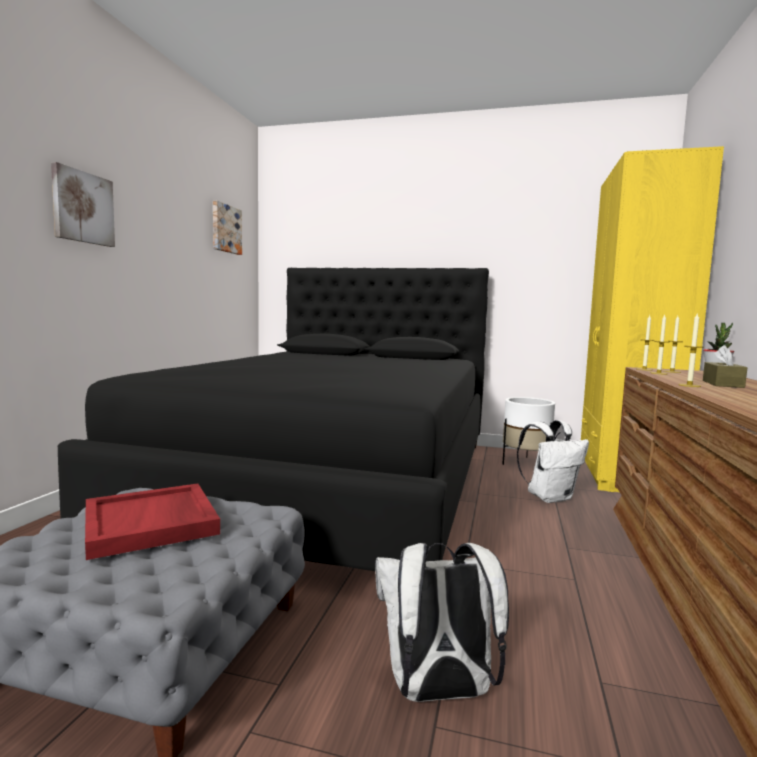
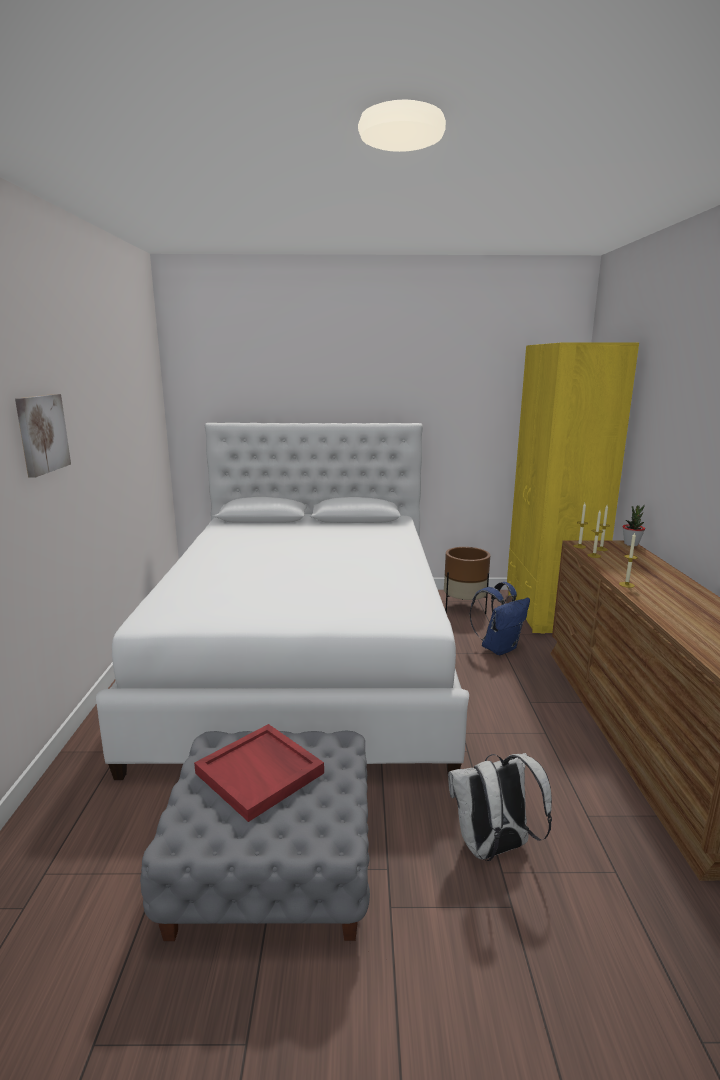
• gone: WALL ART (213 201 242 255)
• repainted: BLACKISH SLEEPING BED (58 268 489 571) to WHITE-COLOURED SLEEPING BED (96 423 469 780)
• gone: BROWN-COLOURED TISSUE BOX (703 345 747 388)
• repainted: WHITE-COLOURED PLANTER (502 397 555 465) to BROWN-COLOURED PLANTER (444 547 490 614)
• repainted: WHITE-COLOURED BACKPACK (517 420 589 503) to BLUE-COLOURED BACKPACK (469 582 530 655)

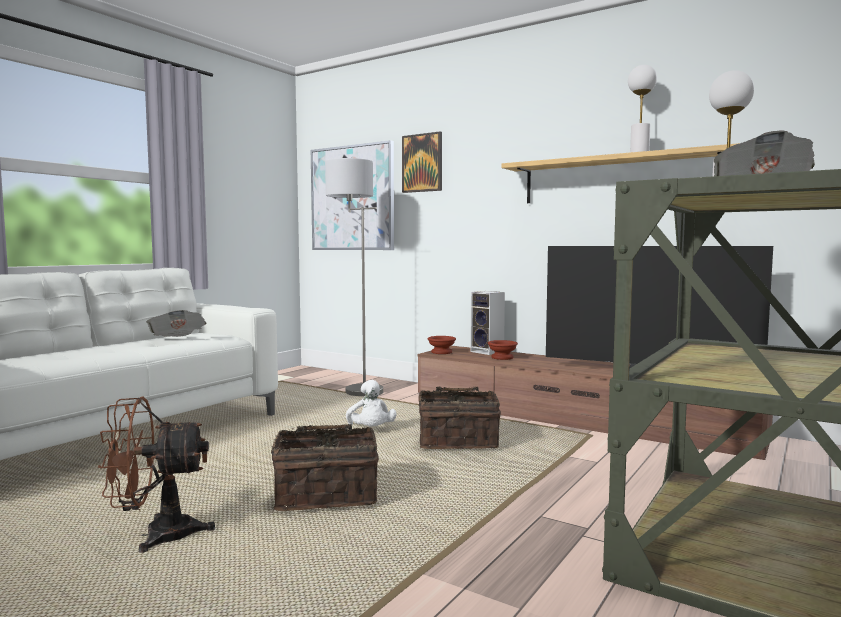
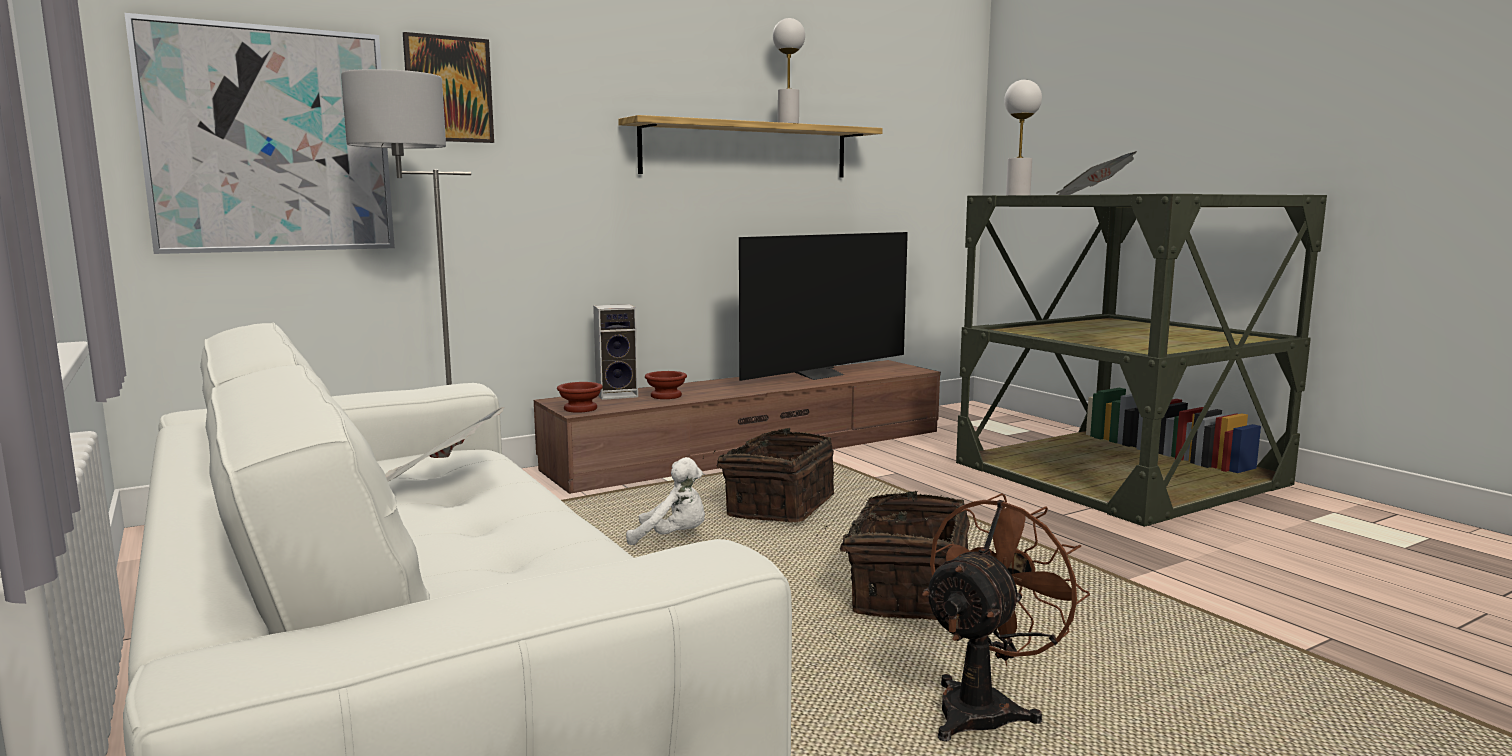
• rotated: BROWN-COLOURED FAN (98 396 215 553) = (922 493 1090 741) 150 degrees counterclockwise

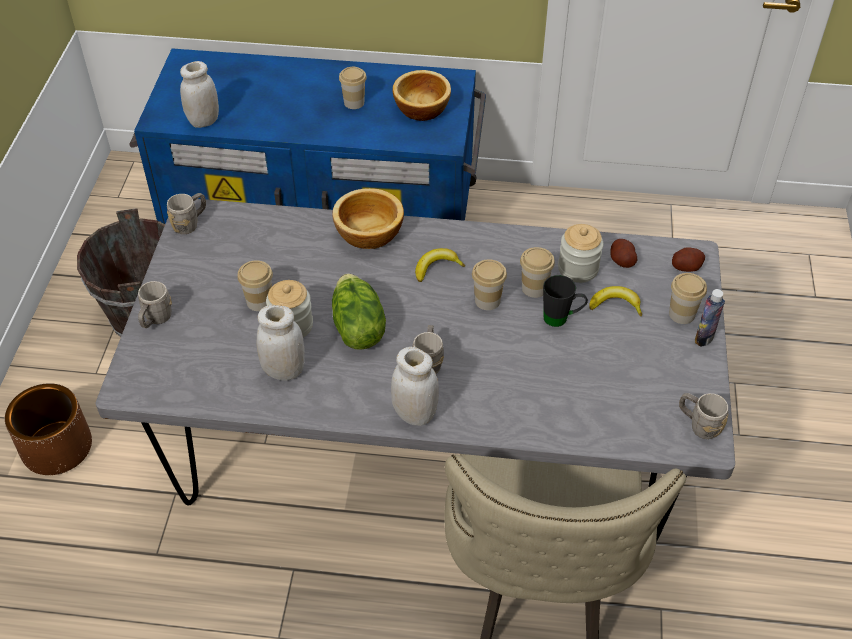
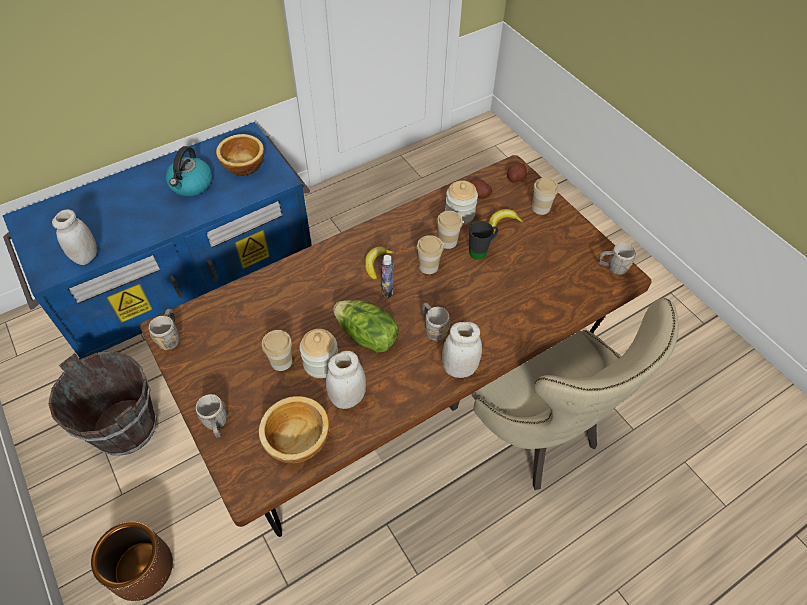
• swapped: DRINKING CUP (339 67 367 109) to KETTLE (166 146 212 196)
• shifted: DEEP DISH (332 188 404 249) to (259 396 329 464)
• repainted: GRAY KITCHEN TABLE (96 199 735 542) to BROWN-COLOURED KITCHEN TABLE (140 155 652 537)
• shifted: BEVERAGE BOTTLE (695 289 725 347) to (381 255 394 298)

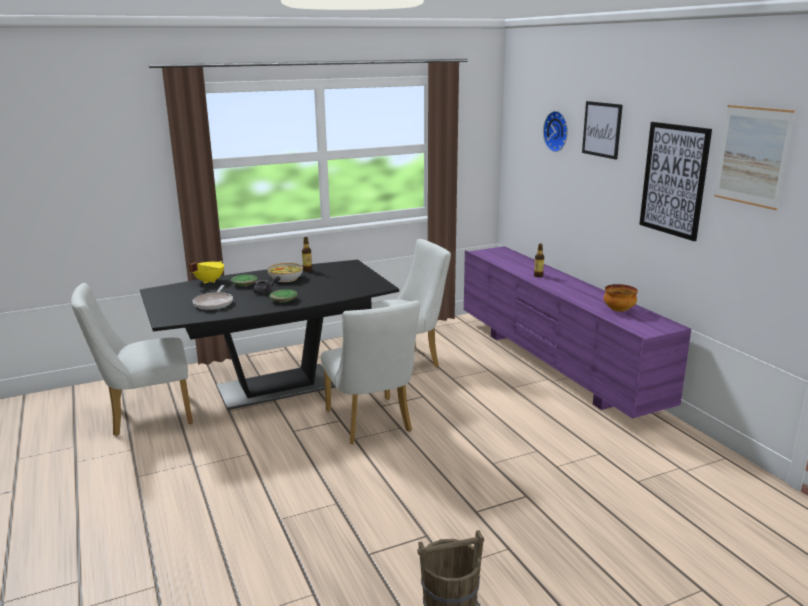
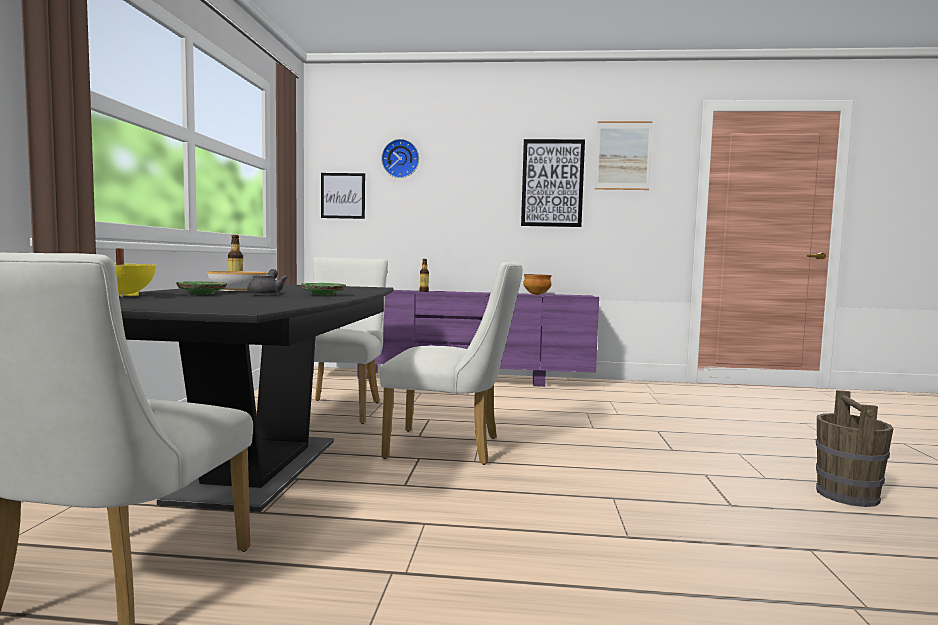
• shifted: WALL ART (582 101 623 160) to (321 173 365 219)
• gone: PAN (193 285 233 310)

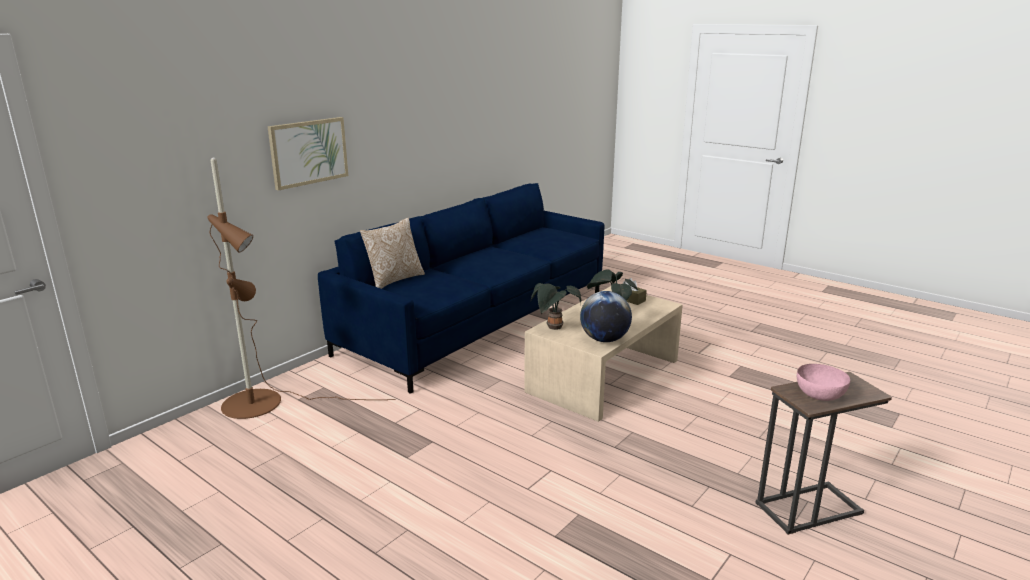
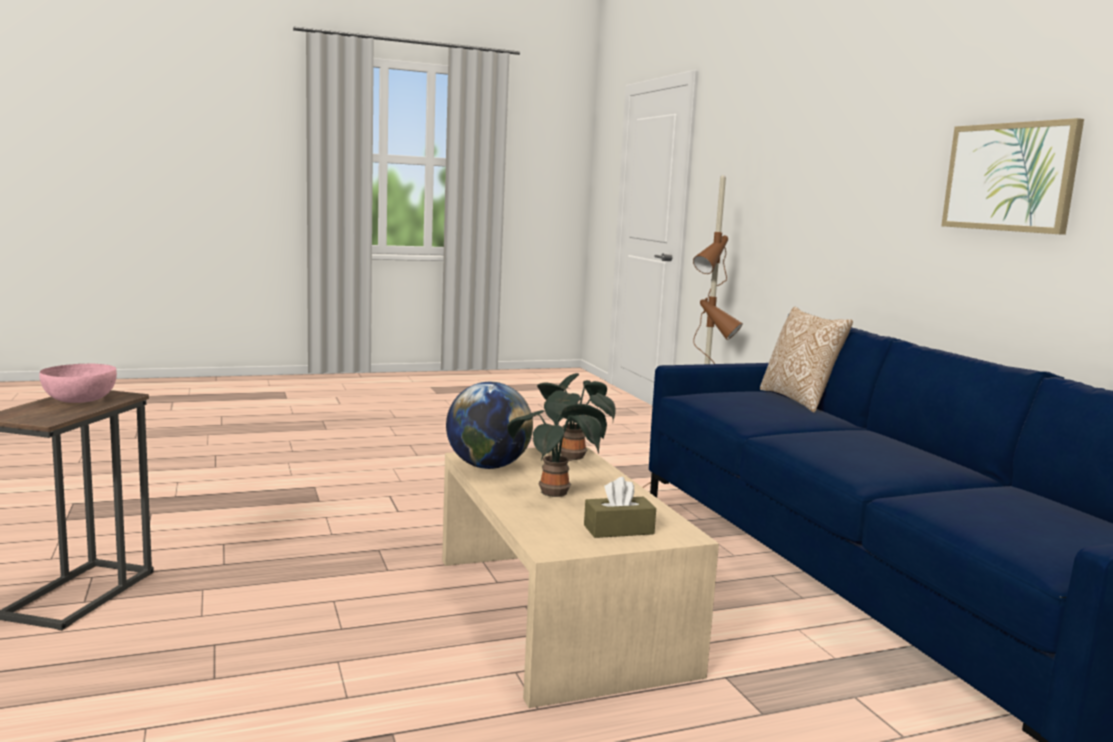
• shifted: WALL ART (267 117 348 191) to (941 118 1084 235)

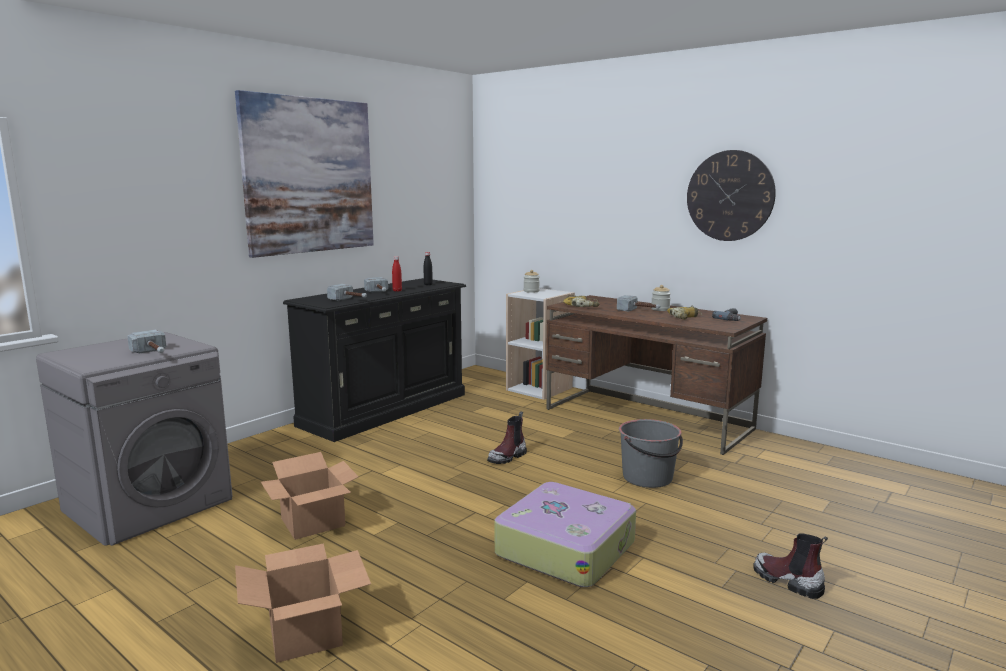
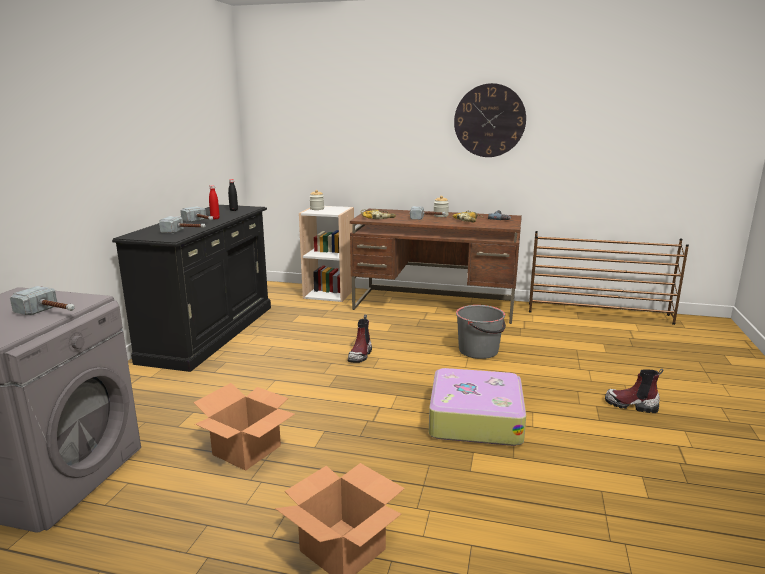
• gone: WALL ART (235 90 374 258)
• new: BROWN-COLOURED SHOE SHELF (529 231 689 325)

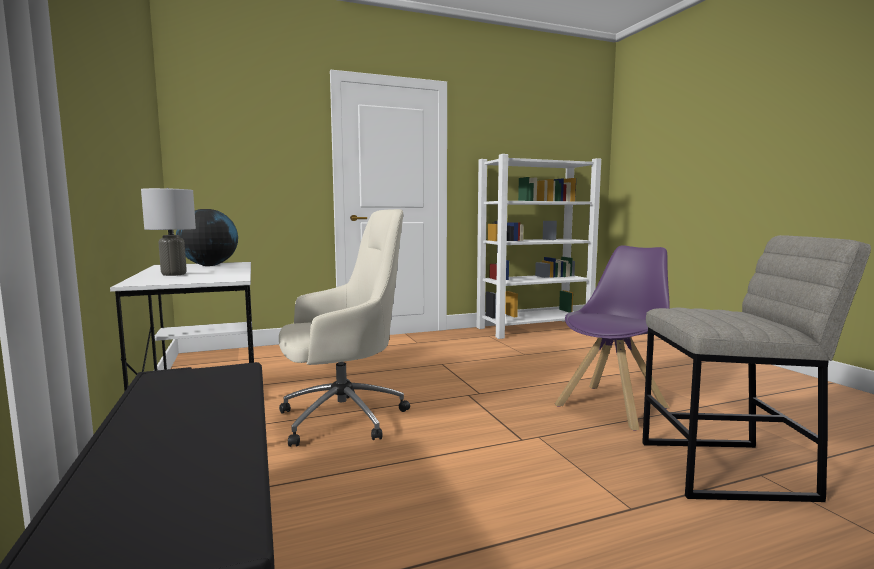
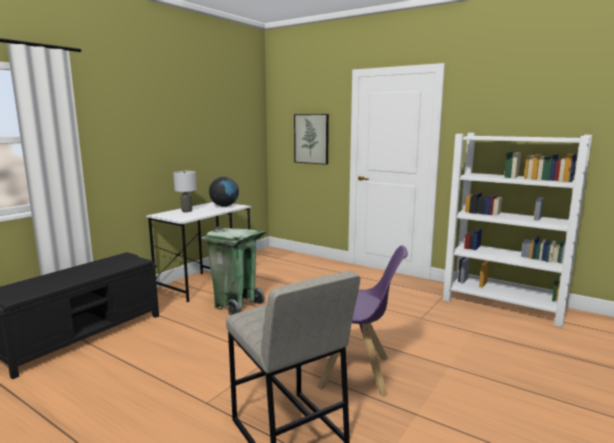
• swapped: SAND-COLOURED OFFICE CHAIR (279 209 410 447) to GREEN TRASH CAN (205 227 266 315)
• new: WALL ART (294 114 329 165)

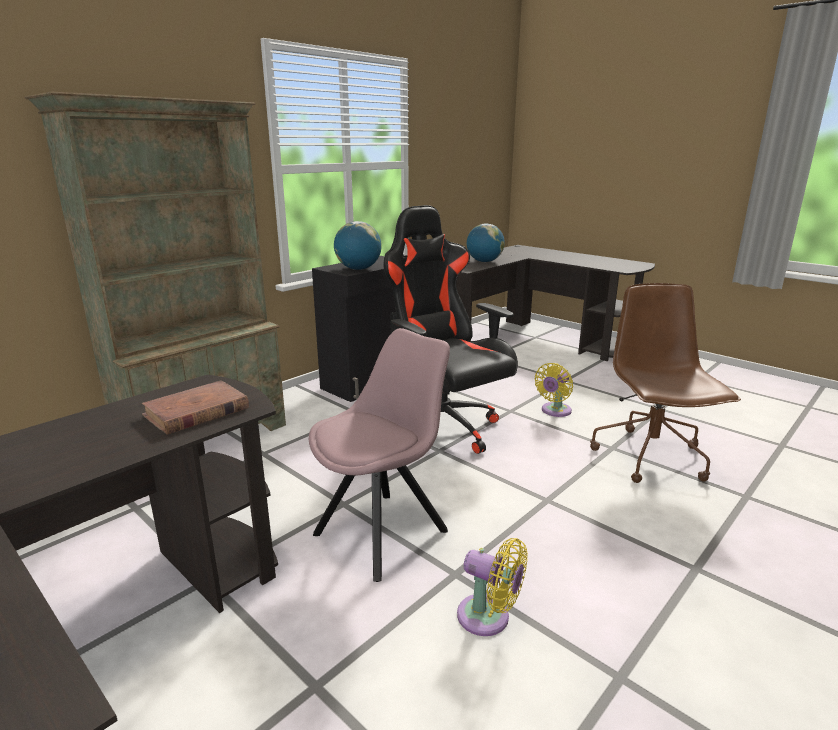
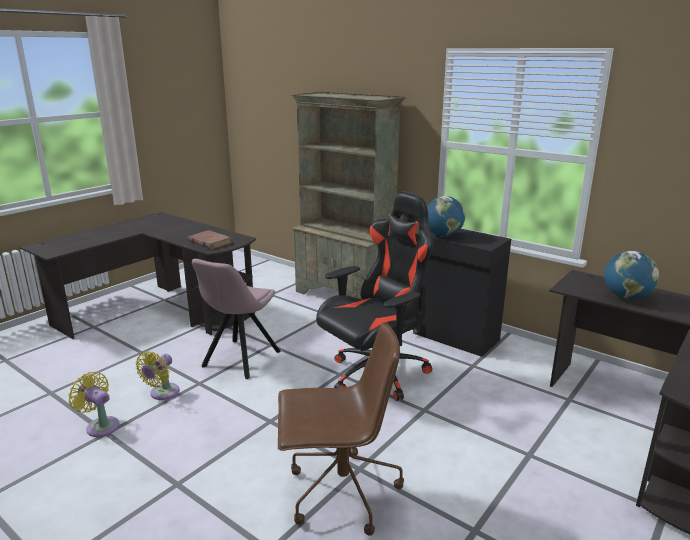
• rotated: PINKISH UPRIGHT CHAIR (309 328 450 582) = (192 259 281 379) 75 degrees clockwise
• shifted: YELLOW FAN (535 363 573 417) to (68 372 120 437)

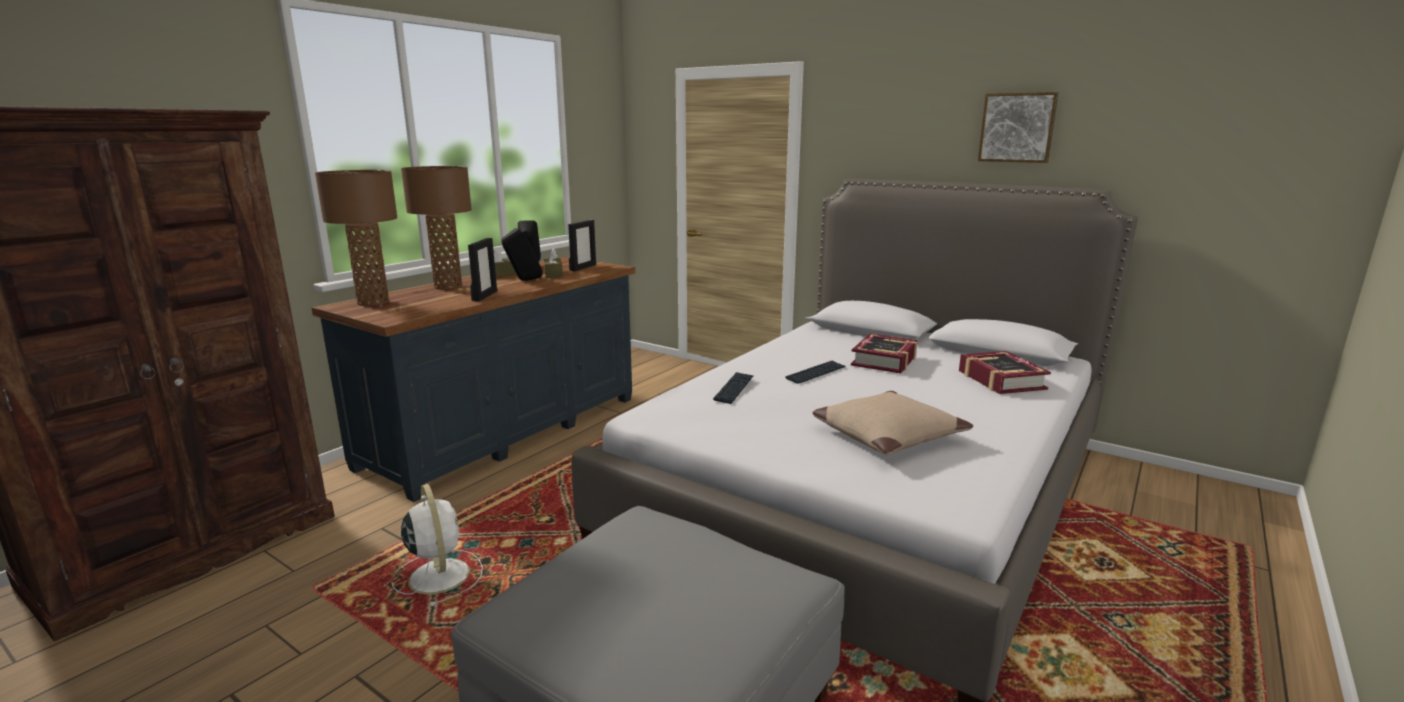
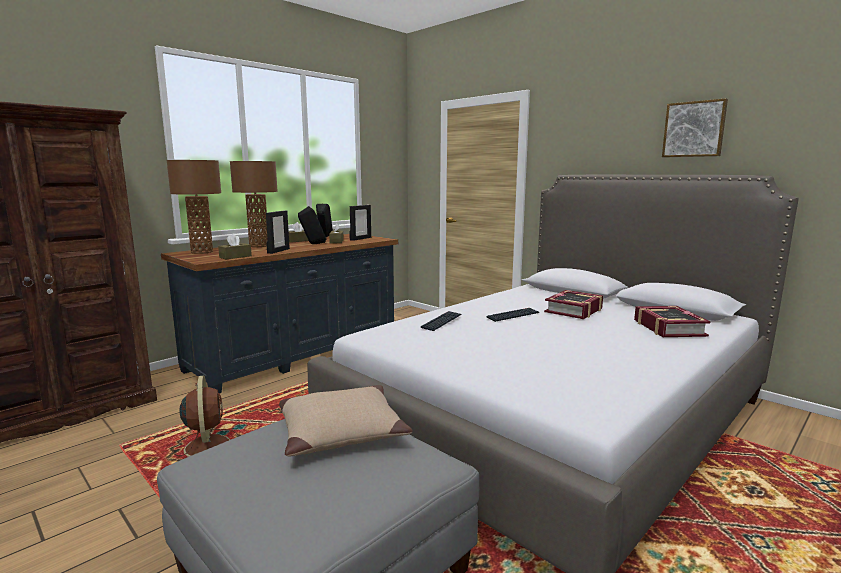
• shifted: SAND-COLOURED THROW PILLOW (812 391 973 455) to (279 385 413 457)
• repainted: WHITE-COLOURED FAN (392 484 483 606) to BROWN-COLOURED FAN (173 375 239 457)
• new: BROWN-COLOURED TISSUE BOX (218 234 252 259)

